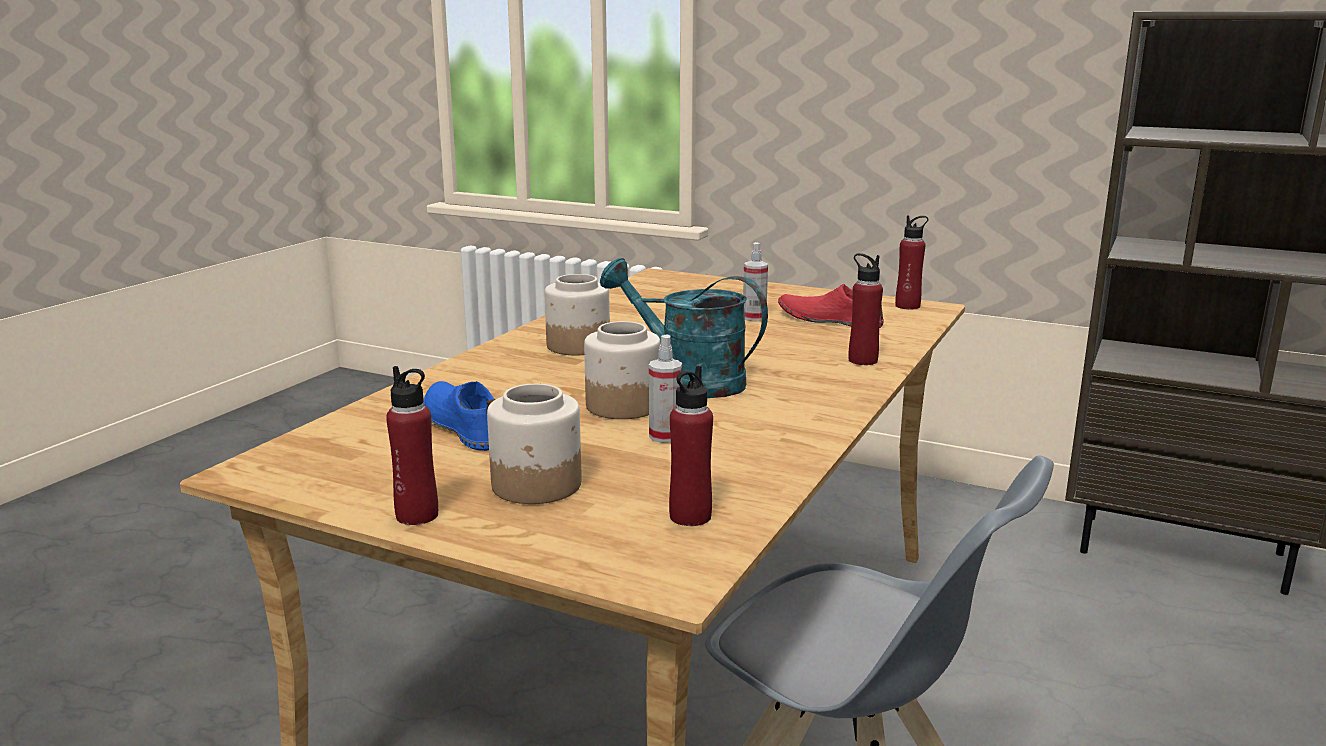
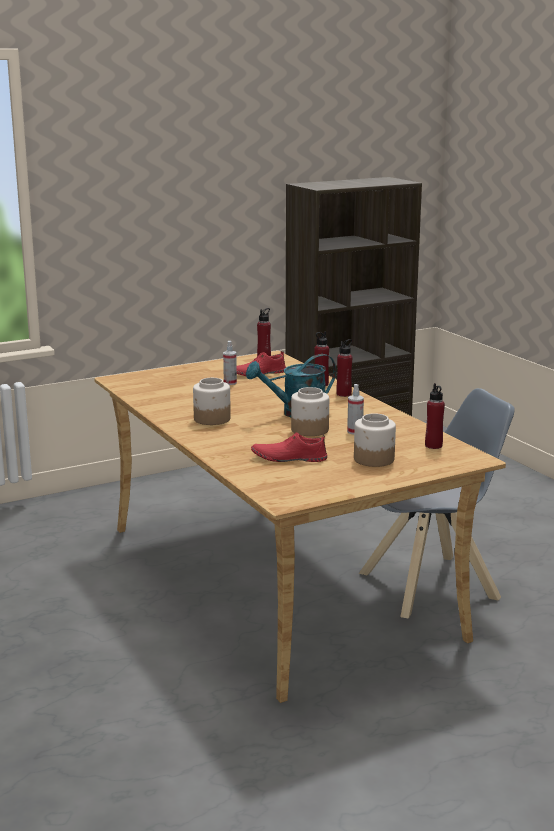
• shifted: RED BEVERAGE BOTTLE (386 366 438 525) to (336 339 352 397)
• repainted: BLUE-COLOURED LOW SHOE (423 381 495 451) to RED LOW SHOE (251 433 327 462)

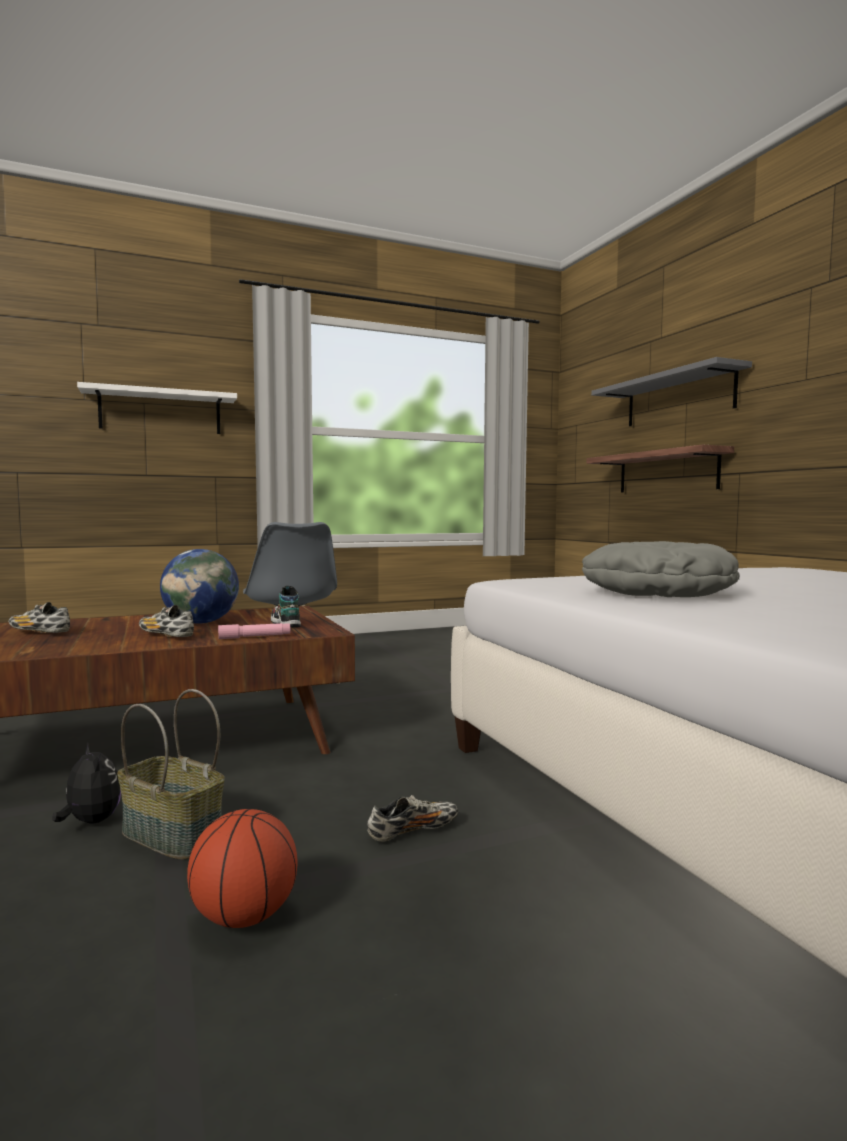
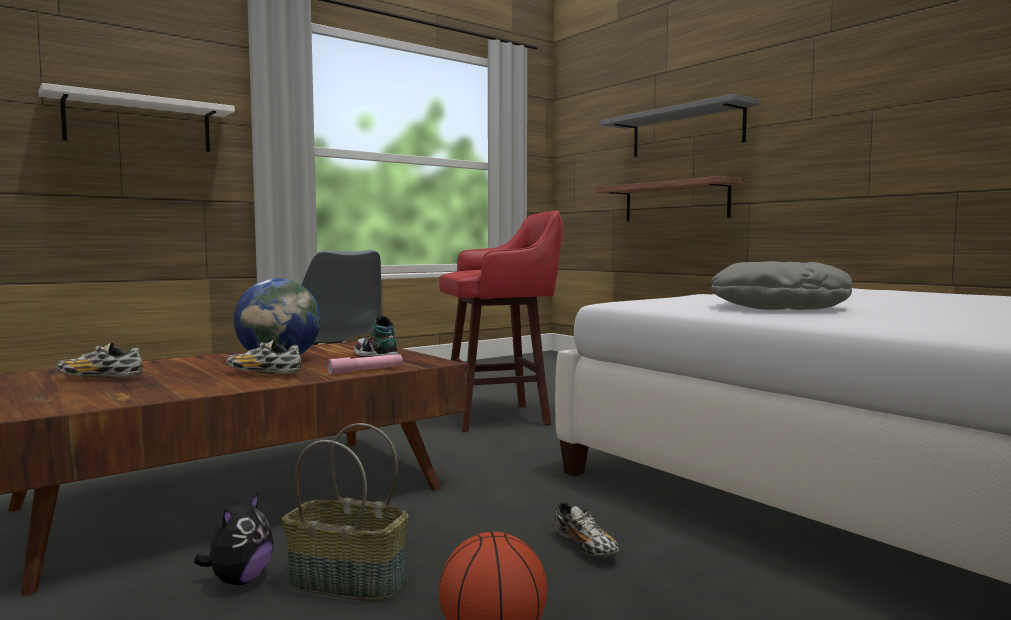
• rotated: PLUSH TOY (52 742 121 823) = (194 493 274 585) 75 degrees clockwise
• rotated: LOW SHOE (367 795 459 842) = (555 500 619 558) 105 degrees clockwise
• new: RED STOOL SEAT (439 211 563 432)

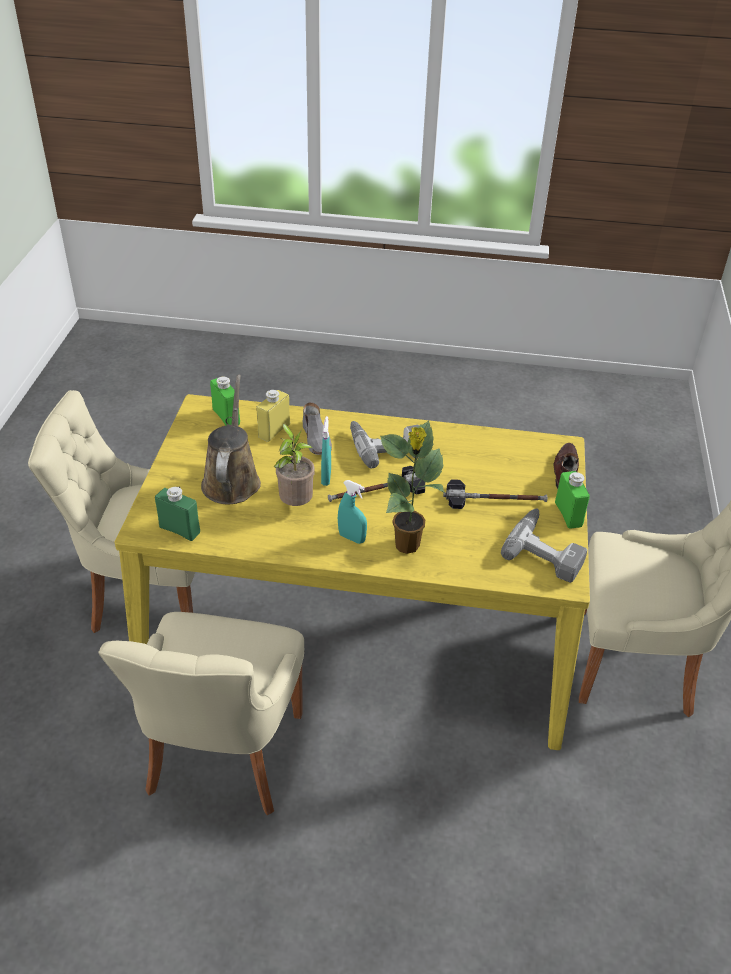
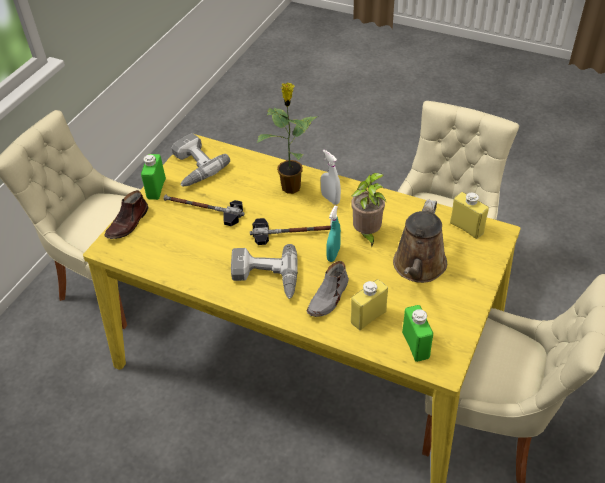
• rotated: GRAY LOW SHOE (303 403 332 455) = (307 261 349 317) 150 degrees counterclockwise
• repainted: TURQUOISE-COLOURED SPRAY BOTTLE (338 480 367 544) to WHITE-COLOURED SPRAY BOTTLE (321 150 341 205)
• repainted: GREEN BEVERAGE BOTTLE (155 487 200 541) to YELLOW BEVERAGE BOTTLE (450 192 489 239)

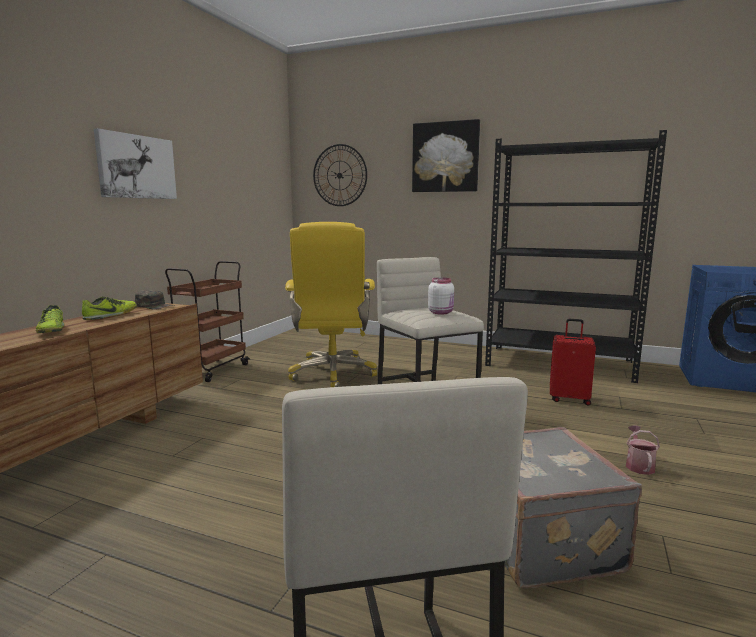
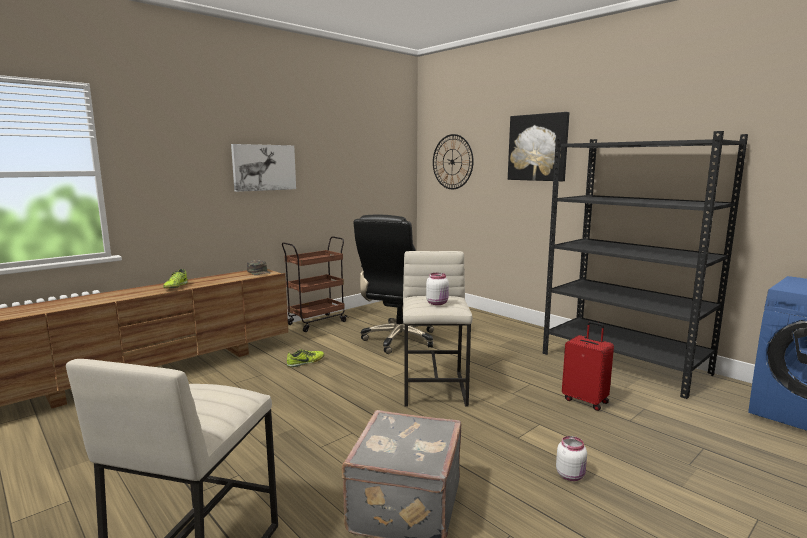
• repainted: YELLOW OFFICE CHAIR (285 222 377 387) to BLACKISH OFFICE CHAIR (354 215 434 354)
• shifted: LOW SHOE (82 296 137 320) to (287 349 324 367)
• swapped: WATERING CAN (626 426 660 475) to WHITE-COLOURED STORAGE JAR (556 436 587 481)

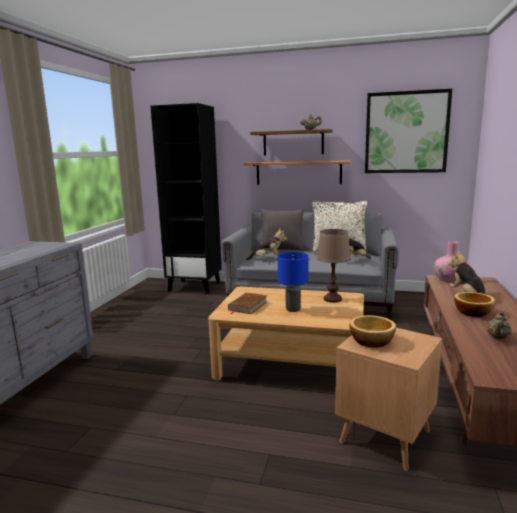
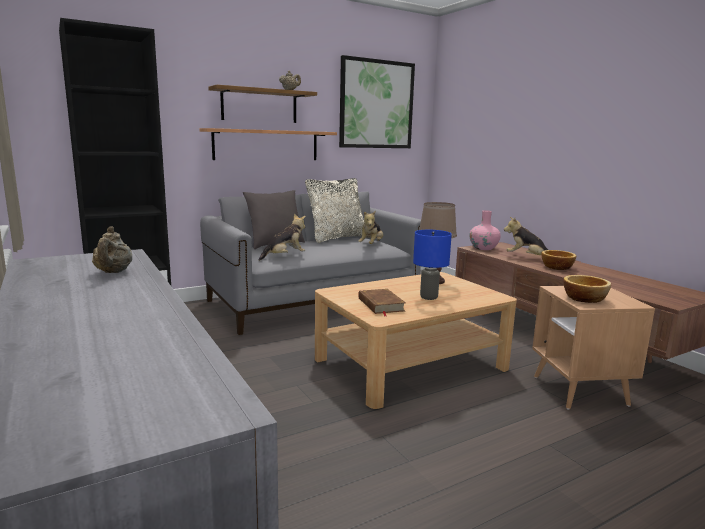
• shifted: SAND-COLOURED POT FOR TEA (487 312 512 339) to (92 226 132 273)

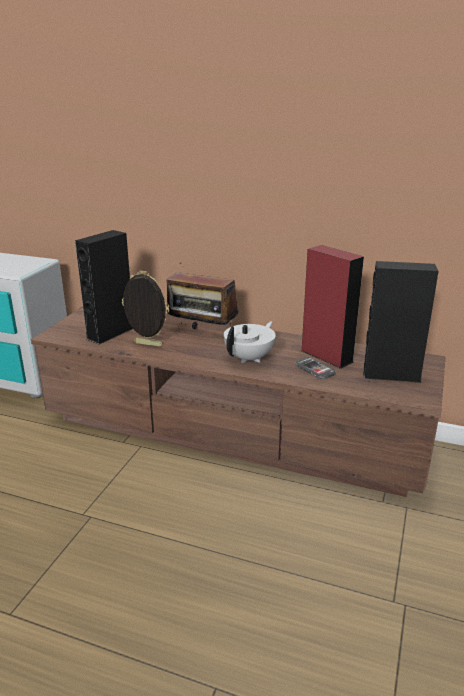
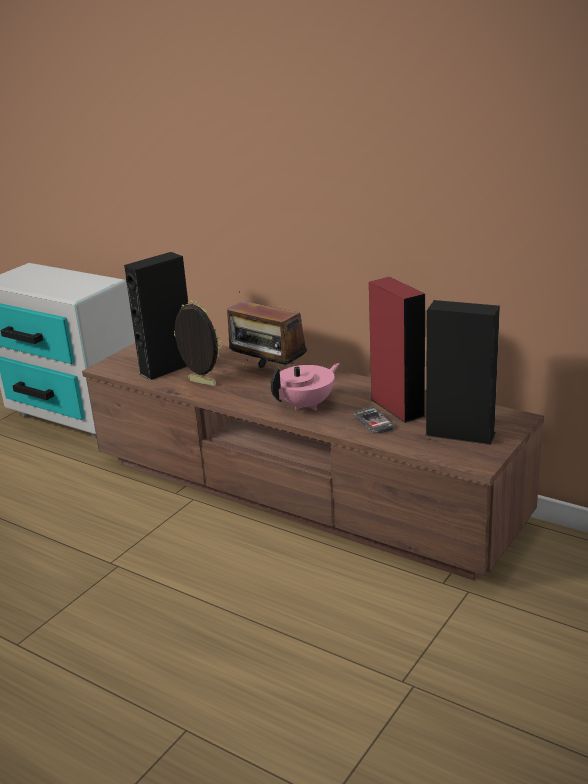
• repainted: WHITE-COLOURED POT FOR TEA (224 321 276 363) to PINKISH POT FOR TEA (271 363 340 411)

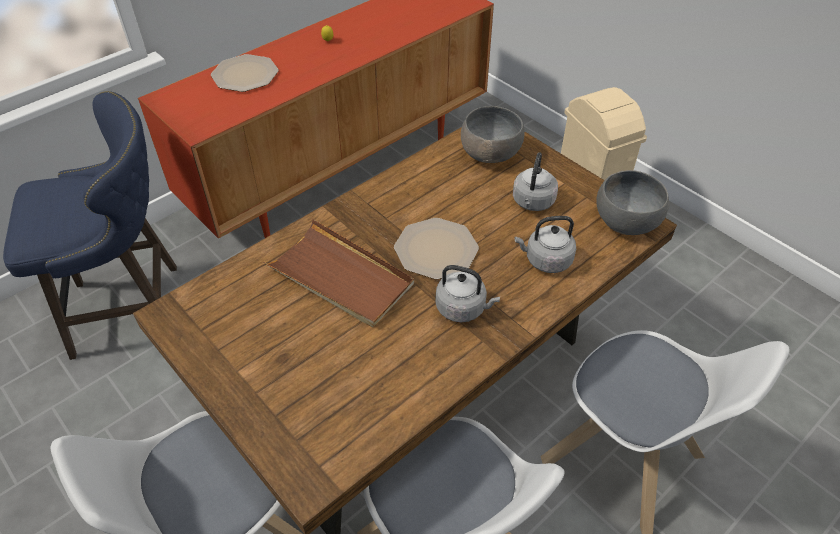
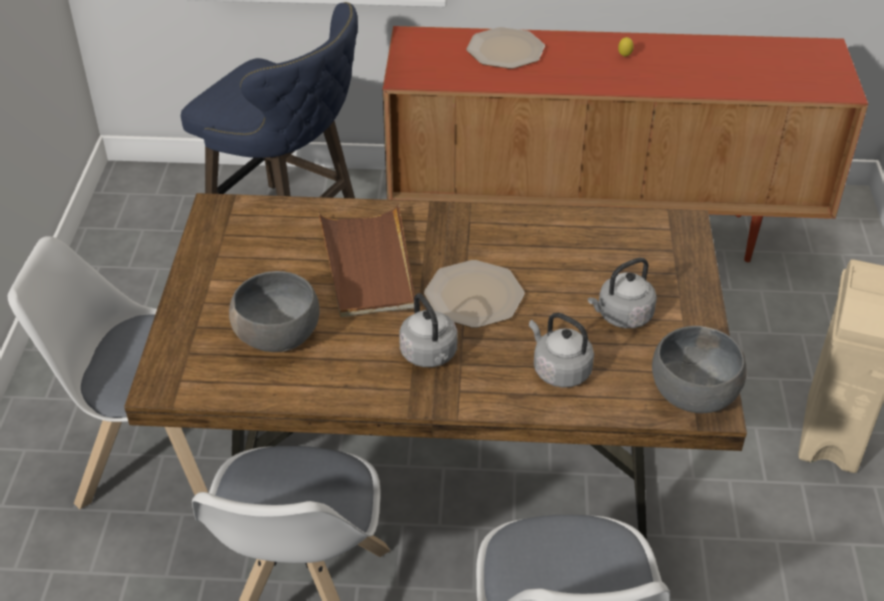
• shifted: GRAY DEEP DISH (461 106 525 163) to (229 271 320 352)

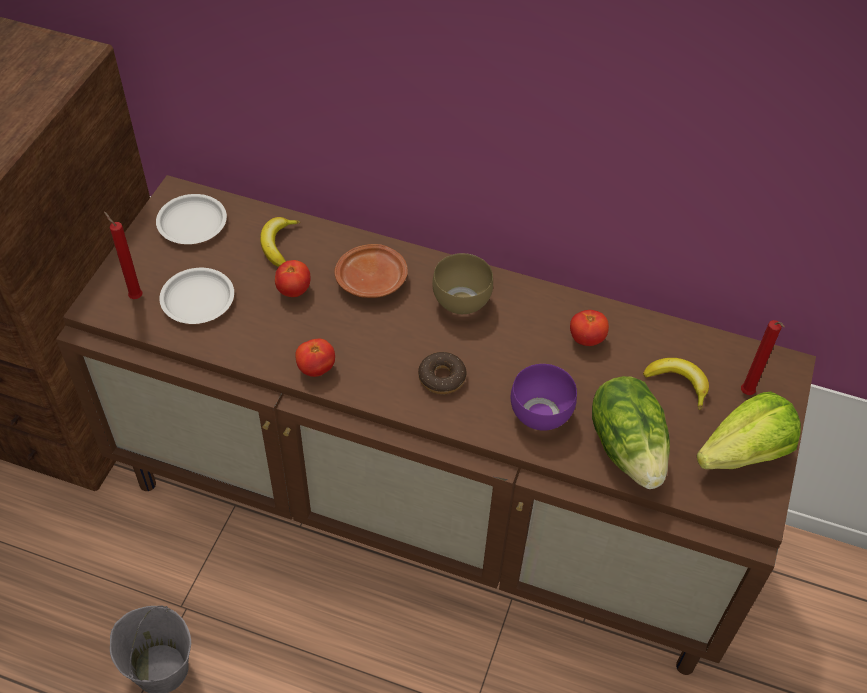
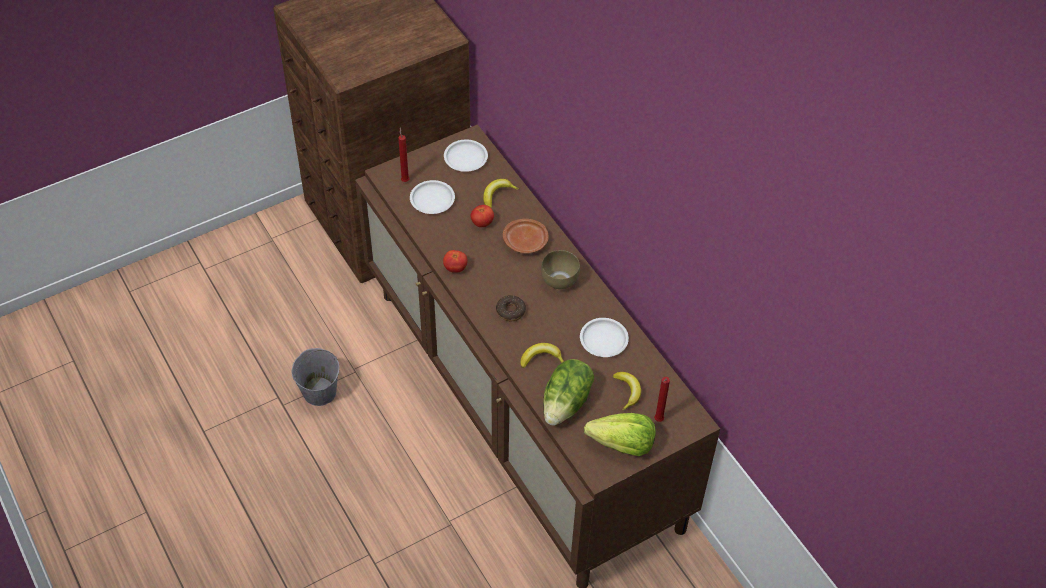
• swapped: TOMATO (570 310 609 346) to WHITE-COLOURED FLAT DISH (580 318 629 357)
• swapped: PURPLE-COLOURED DEEP DISH (511 364 577 431) to BANANA FRUIT (521 343 564 368)

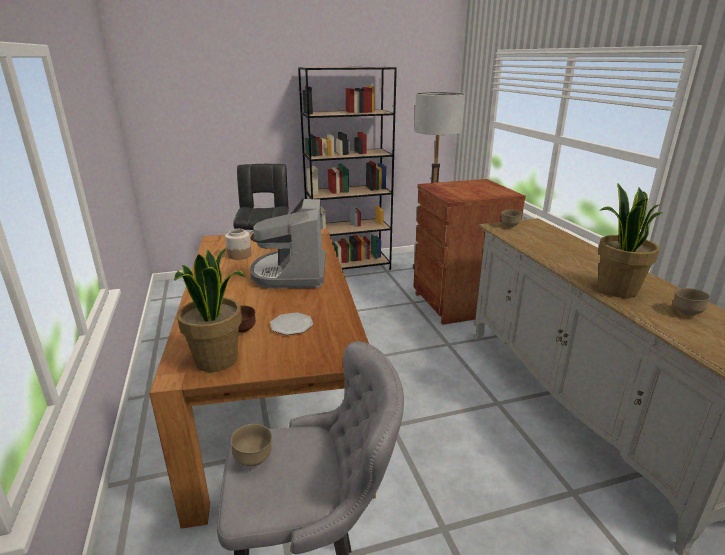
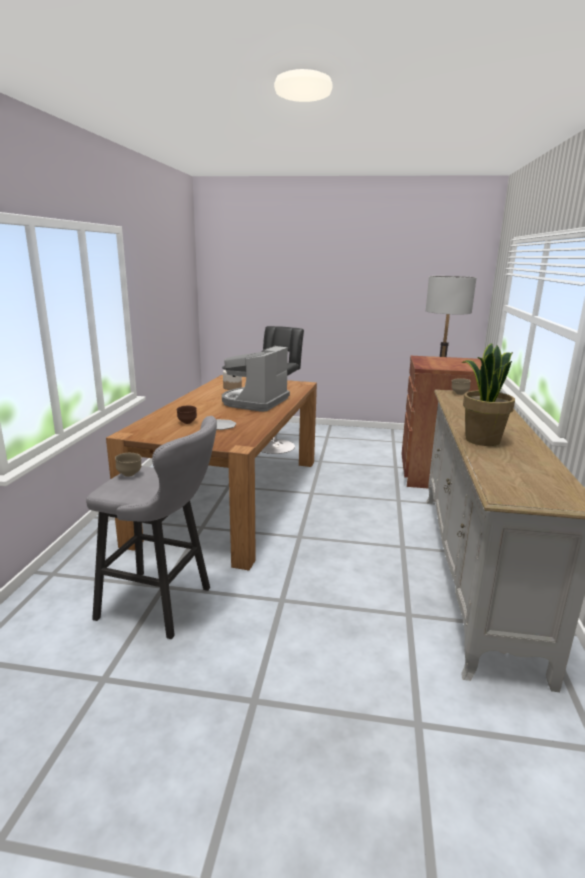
• gone: SAND-COLOURED SHELVING UNIT (298 67 397 270)
• gone: POTTED PLANT (174 248 245 372)
• gone: BROWN-COLOURED DEEP DISH (673 288 710 316)

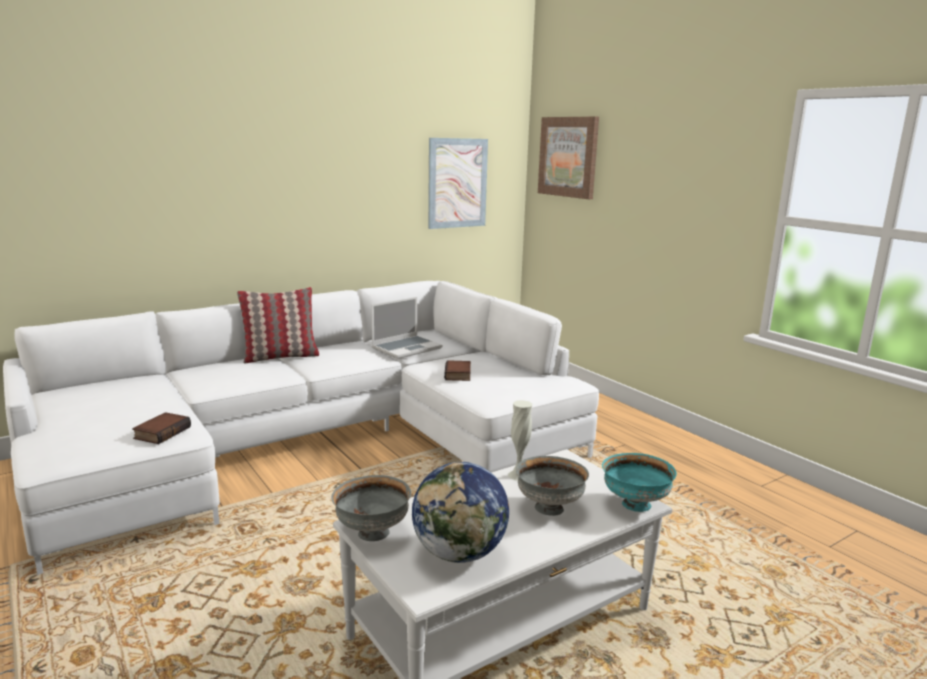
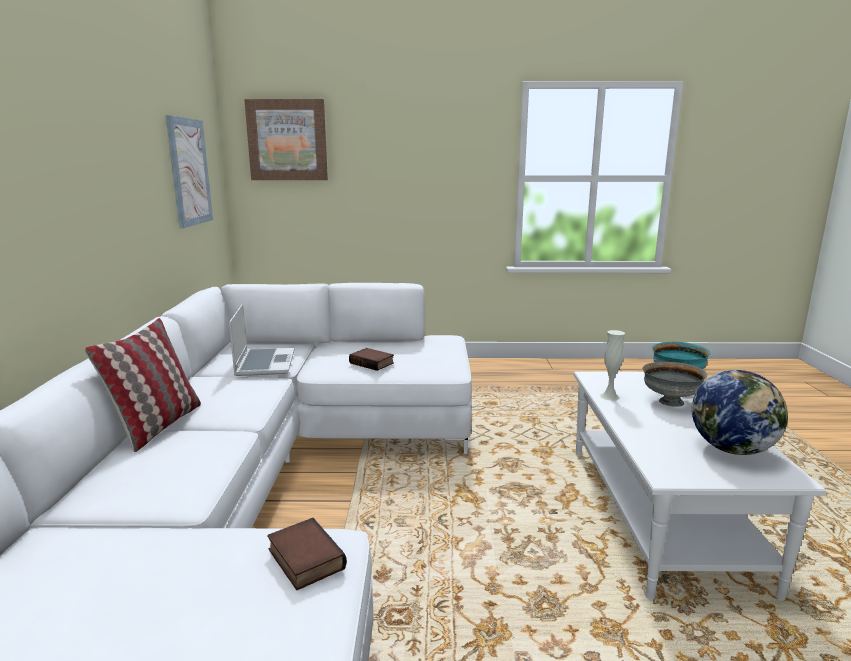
• gone: GRAY DEEP DISH (332 475 411 541)

